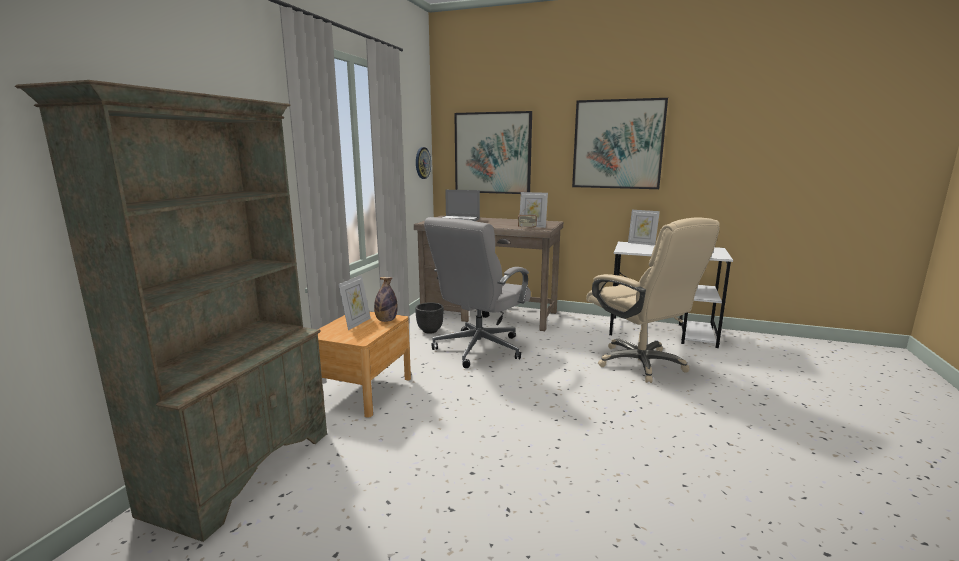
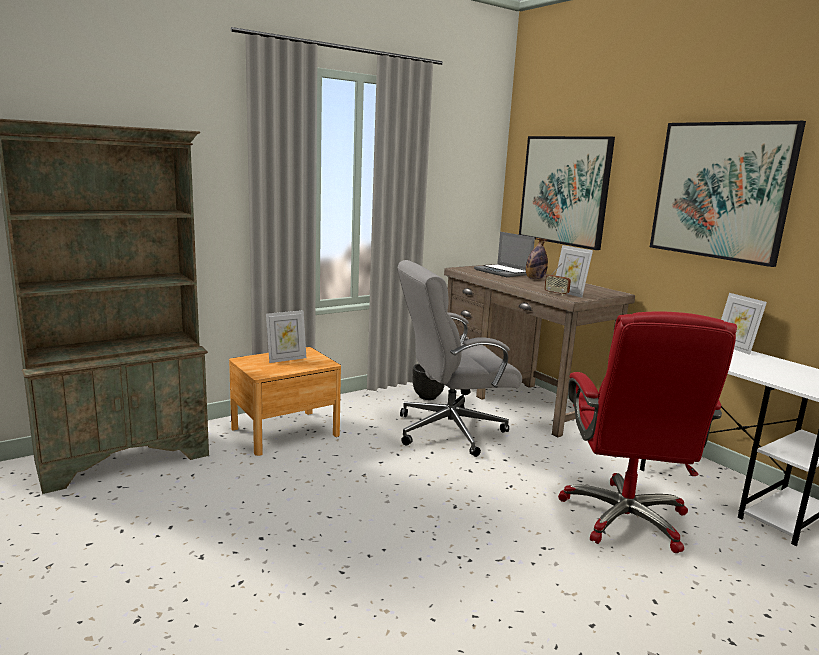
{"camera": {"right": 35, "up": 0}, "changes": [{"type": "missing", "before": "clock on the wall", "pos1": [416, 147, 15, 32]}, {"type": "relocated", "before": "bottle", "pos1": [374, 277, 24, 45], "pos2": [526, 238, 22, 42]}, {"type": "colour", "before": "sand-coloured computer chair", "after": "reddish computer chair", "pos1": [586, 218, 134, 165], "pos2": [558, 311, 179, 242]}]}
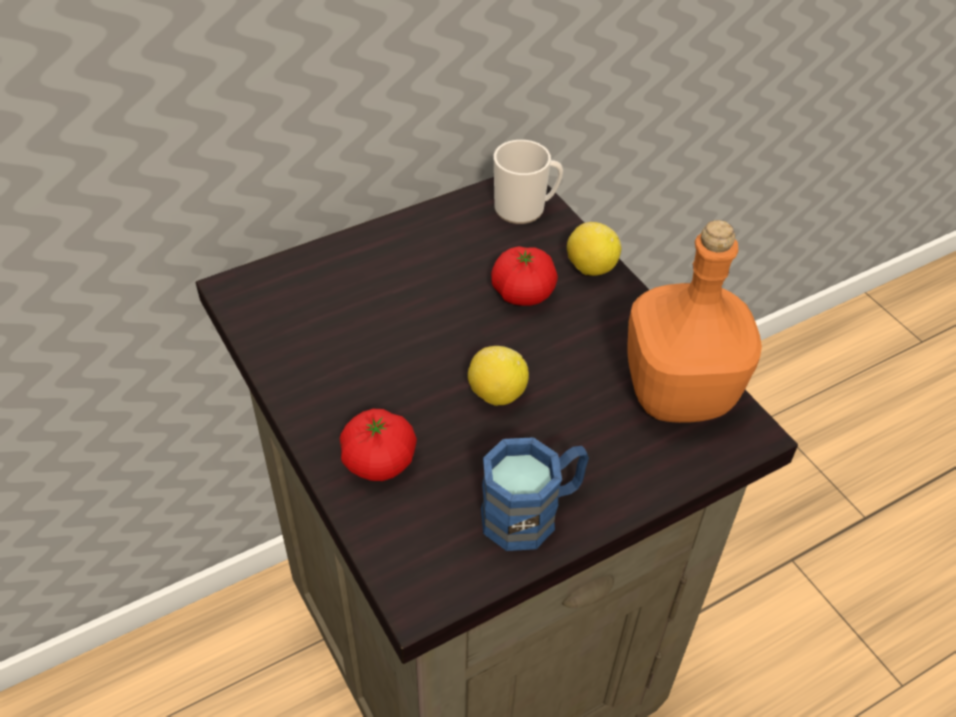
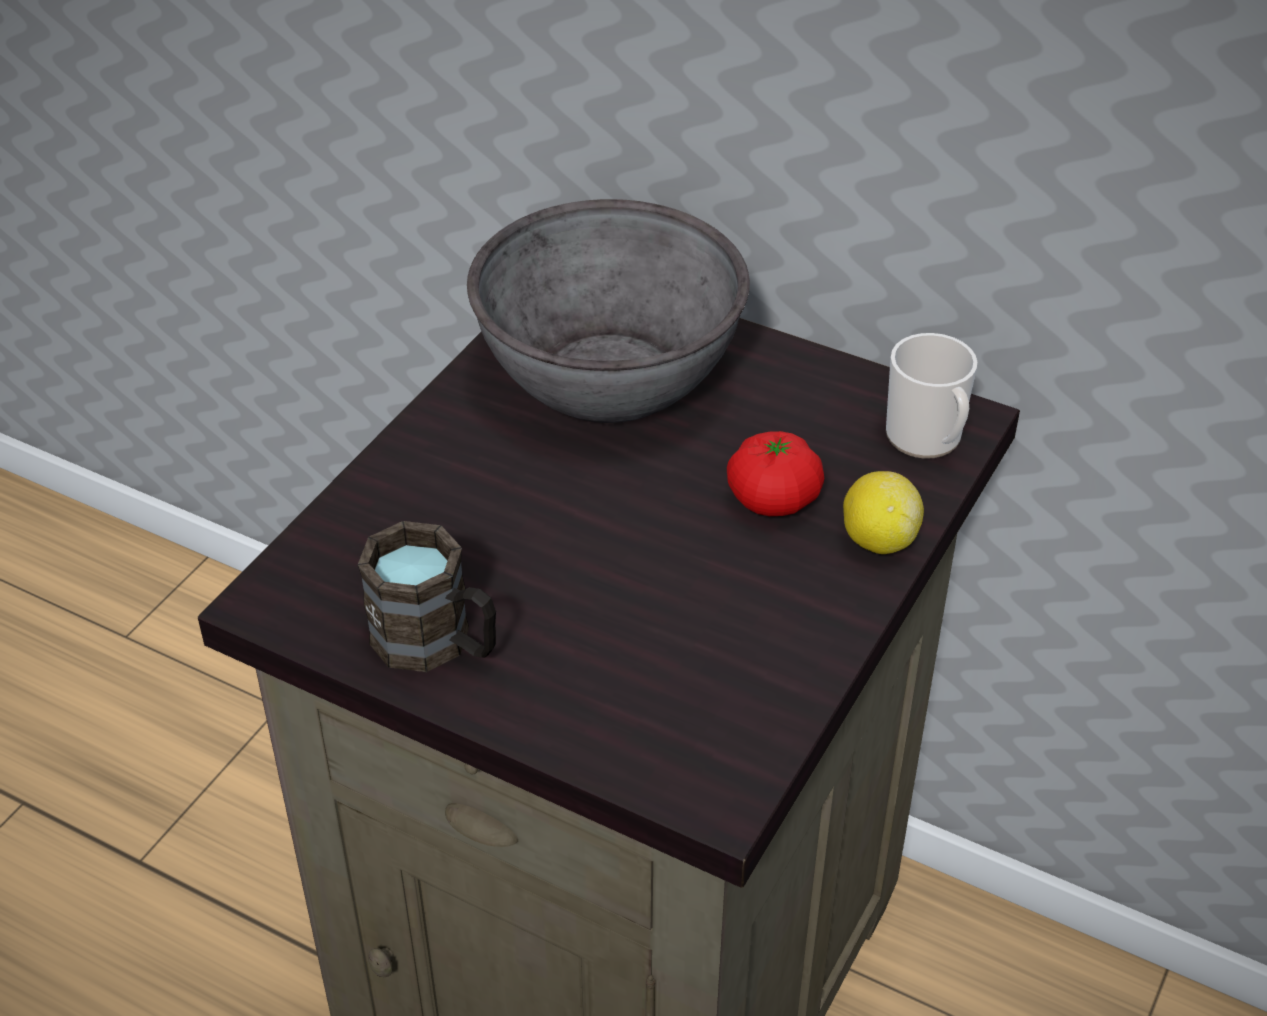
{"camera": {"right": 60, "up": -5}, "changes": [{"type": "missing", "before": "tomato", "pos1": [340, 409, 77, 72]}, {"type": "missing", "before": "citrus fruit", "pos1": [468, 346, 61, 60]}, {"type": "missing", "before": "orange-coloured bottle", "pos1": [627, 220, 135, 203]}, {"type": "appeared", "after": "grey bowl", "pos2": [467, 199, 283, 224]}, {"type": "colour", "before": "blue mug", "after": "brown mug", "pos1": [481, 437, 108, 114], "pos2": [358, 521, 138, 151]}]}
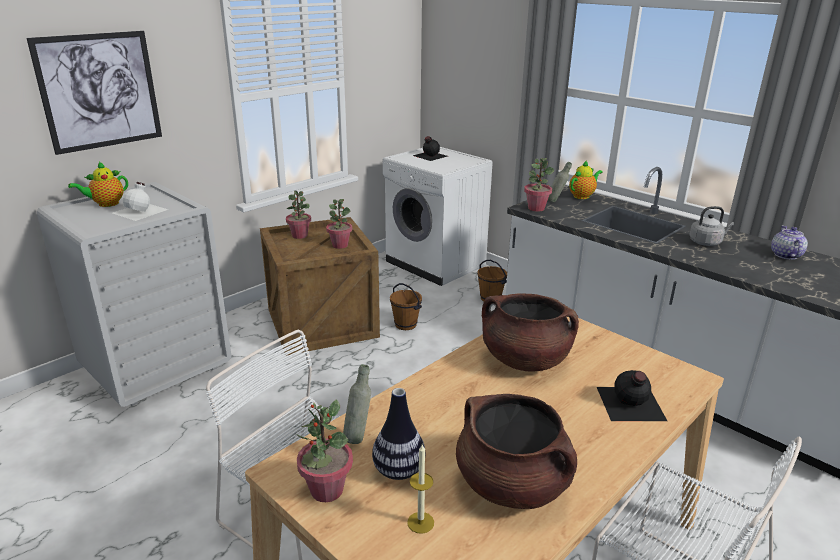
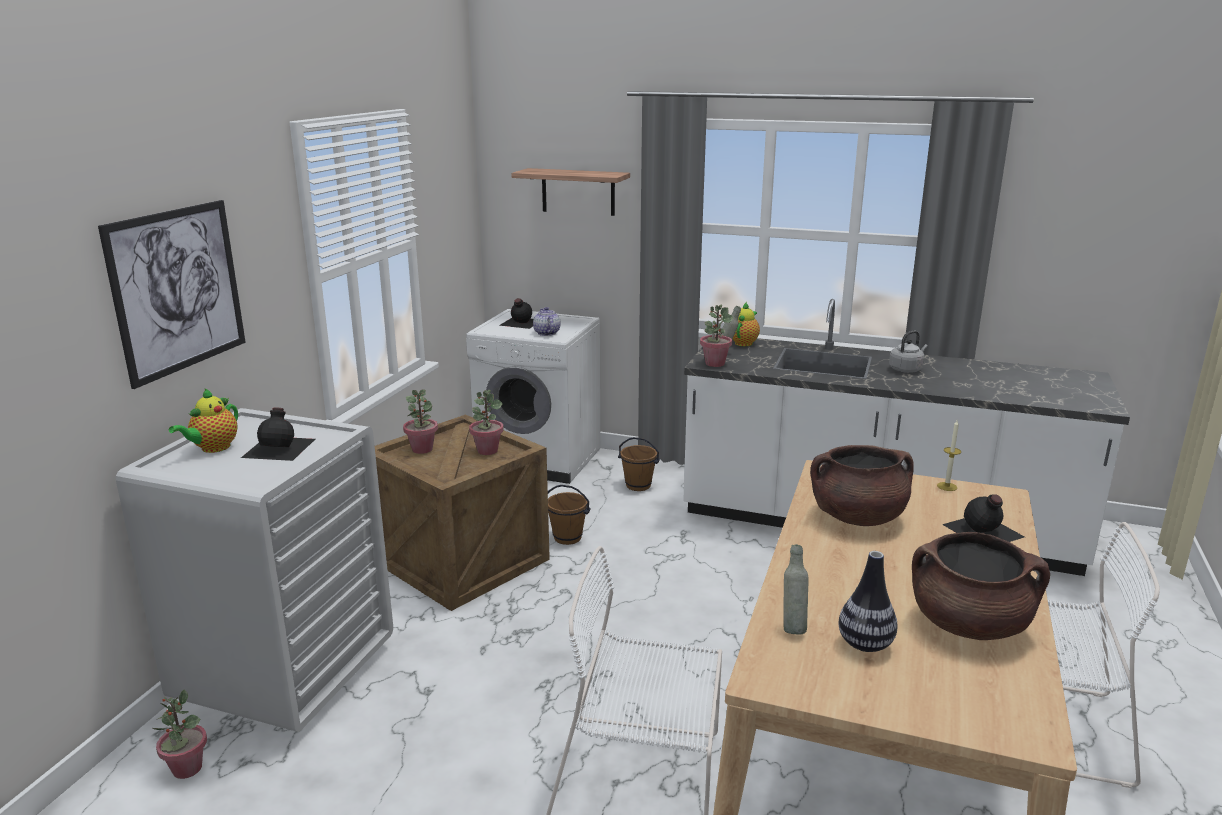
{"camera": {"right": -25, "up": -5}, "changes": [{"type": "appeared", "after": "bracket shelf", "pos2": [511, 168, 119, 48]}, {"type": "relocated", "before": "plant in a pot", "pos1": [296, 400, 57, 102], "pos2": [153, 689, 54, 90]}, {"type": "relocated", "before": "wax light", "pos1": [407, 445, 27, 89], "pos2": [937, 420, 24, 71]}, {"type": "relocated", "before": "pot for tea", "pos1": [771, 225, 37, 35], "pos2": [533, 307, 28, 29]}, {"type": "colour", "before": "white-coloured bottle", "after": "black-coloured bottle", "pos1": [113, 182, 55, 39], "pos2": [241, 407, 74, 54]}]}
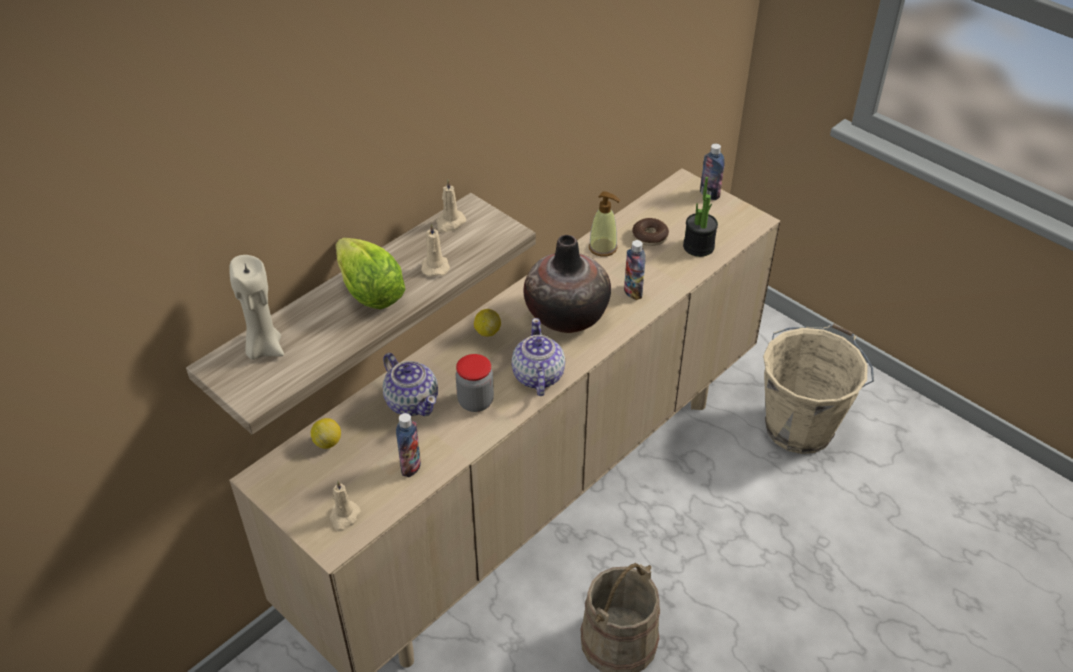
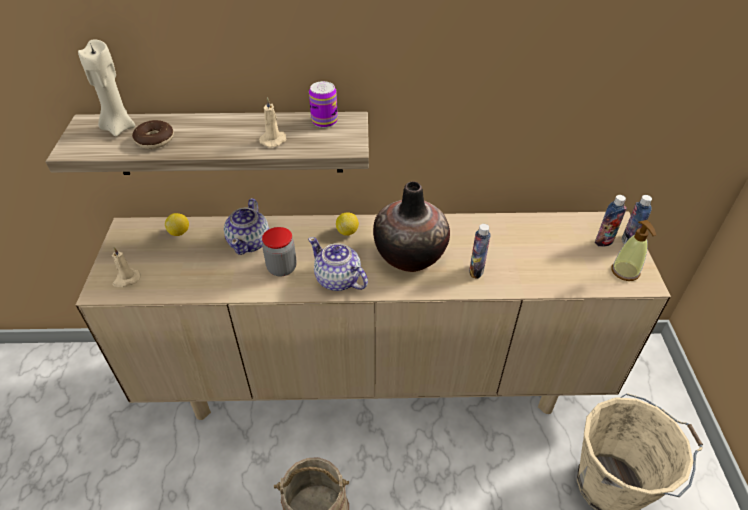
{"camera": {"right": 45, "up": 0}, "changes": [{"type": "missing", "before": "lettuce head", "pos1": [336, 238, 70, 71]}, {"type": "missing", "before": "plant in a pot", "pos1": [683, 177, 35, 80]}, {"type": "relocated", "before": "bottle", "pos1": [396, 413, 25, 64], "pos2": [595, 195, 32, 52]}, {"type": "relocated", "before": "soap dispenser", "pos1": [589, 192, 32, 65], "pos2": [611, 220, 45, 61]}, {"type": "relocated", "before": "donut", "pos1": [632, 218, 37, 28], "pos2": [132, 120, 42, 29]}, {"type": "exchanged", "before": "sand-coloured wax light", "after": "metal can", "pos1": [436, 179, 30, 54], "pos2": [309, 81, 29, 47]}, {"type": "spun", "before": "pot for tea", "pos1": [511, 318, 54, 78], "pos2": [308, 237, 60, 54], "turn": -90}]}
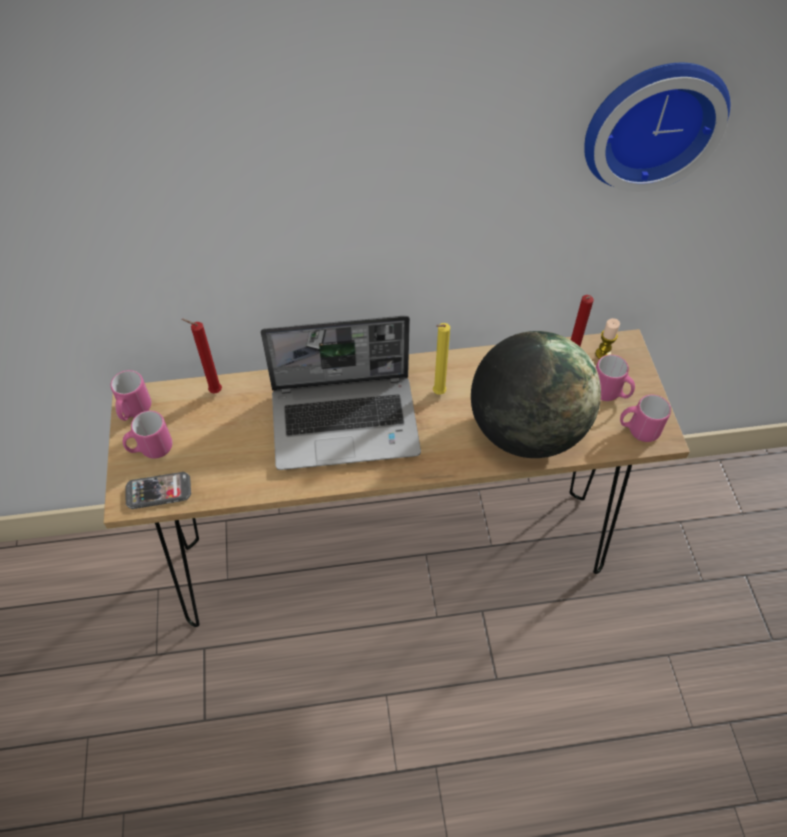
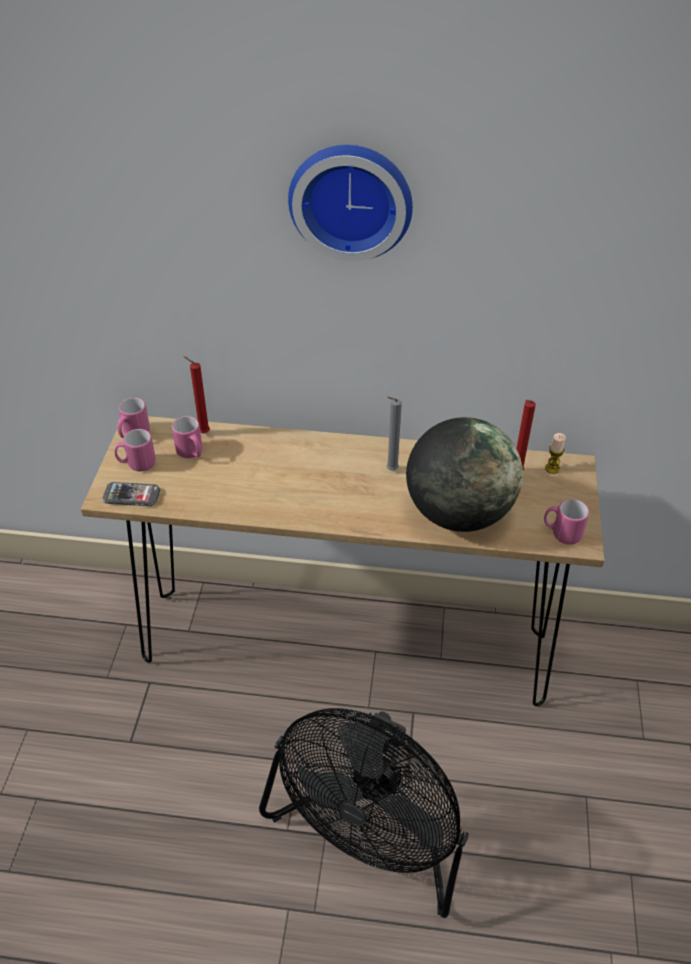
{"camera": {"right": 15, "up": -10}, "changes": [{"type": "missing", "before": "portable computer", "pos1": [261, 316, 160, 154]}, {"type": "appeared", "after": "black-coloured electric fan", "pos2": [259, 708, 210, 210]}, {"type": "relocated", "before": "clock on the wall", "pos1": [584, 63, 146, 129], "pos2": [288, 145, 125, 116]}, {"type": "relocated", "before": "pink mug", "pos1": [596, 355, 39, 46], "pos2": [172, 416, 31, 42]}, {"type": "colour", "before": "yellow wax light", "after": "grey wax light", "pos1": [433, 323, 17, 72], "pos2": [387, 397, 15, 74]}]}
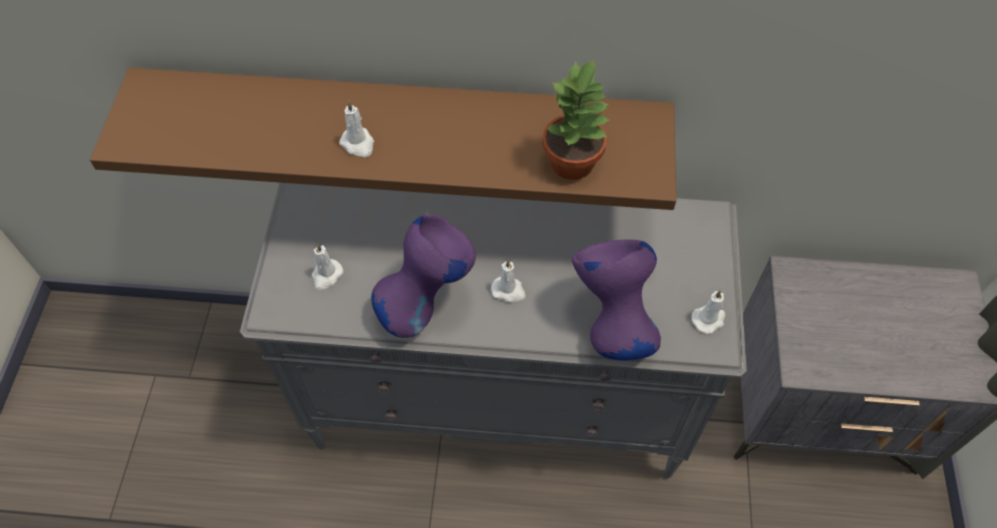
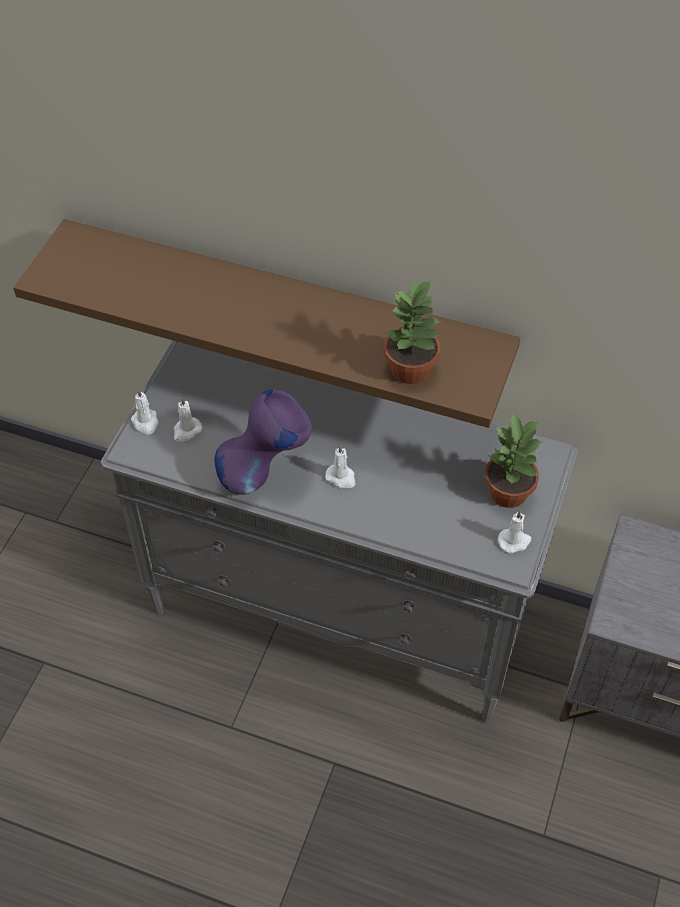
{"camera": {"right": 15, "up": -5}, "changes": [{"type": "missing", "before": "purple vase", "pos1": [572, 240, 89, 120]}, {"type": "appeared", "after": "plant in a pot", "pos2": [485, 413, 58, 95]}, {"type": "relocated", "before": "white-coloured wax light", "pos1": [339, 100, 35, 57], "pos2": [131, 389, 27, 46]}]}
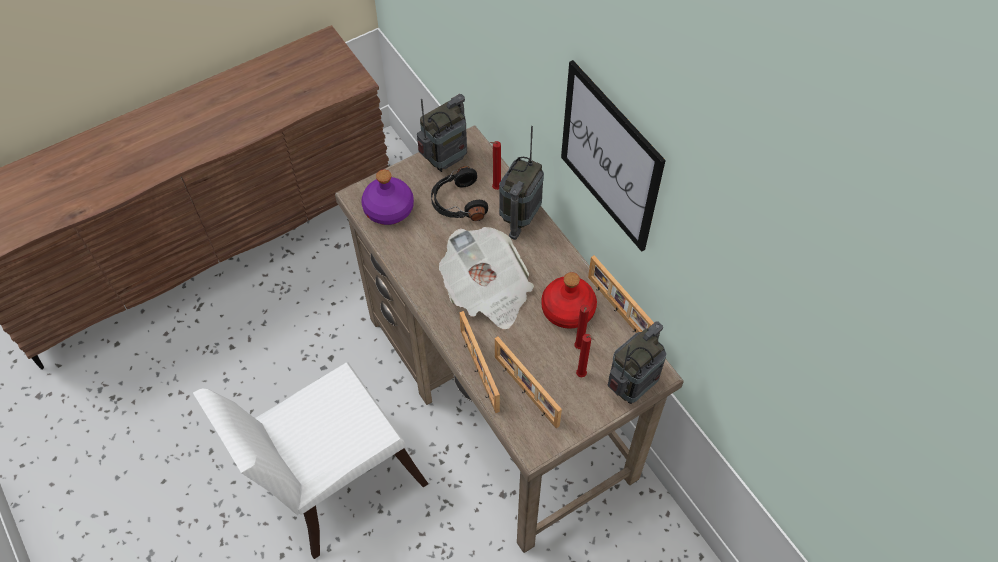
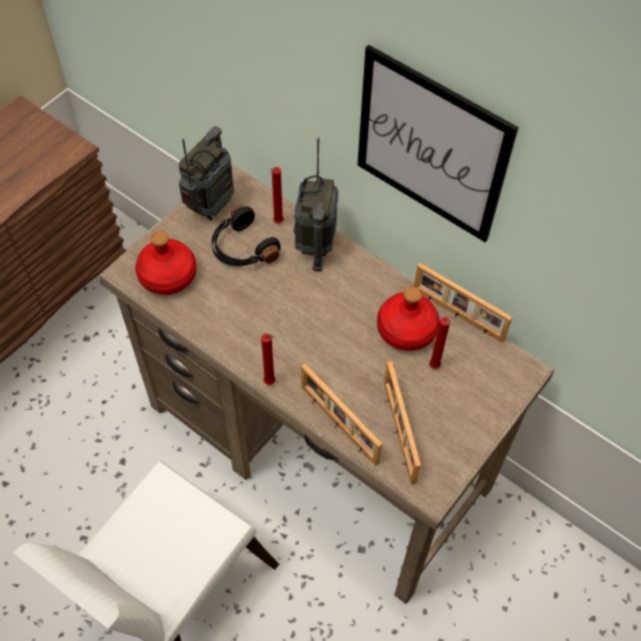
{"camera": {"right": -20, "up": 0}, "changes": [{"type": "missing", "before": "daily paper", "pos1": [439, 227, 95, 102]}, {"type": "missing", "before": "radio set", "pos1": [608, 321, 59, 83]}, {"type": "relocated", "before": "reddish wax light", "pos1": [576, 334, 18, 43], "pos2": [261, 334, 14, 51]}, {"type": "colour", "before": "purple bottle", "after": "reddish bottle", "pos1": [361, 170, 53, 55], "pos2": [135, 231, 62, 64]}, {"type": "spun", "before": "photo frame", "pos1": [495, 337, 67, 92], "pos2": [384, 361, 37, 124], "turn": 45}]}
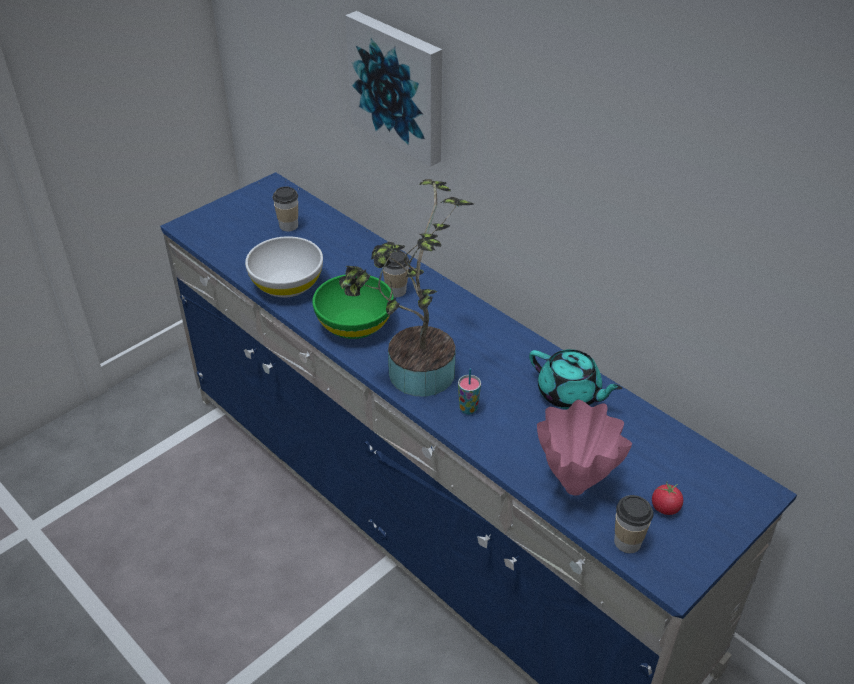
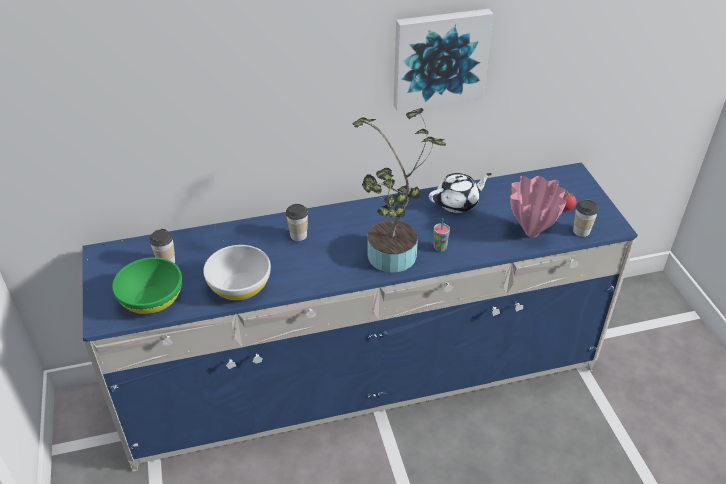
{"camera": {"right": -60, "up": 0}, "changes": [{"type": "relocated", "before": "green bowl", "pos1": [312, 275, 82, 64], "pos2": [112, 257, 70, 57]}, {"type": "relocated", "before": "wall picture", "pos1": [345, 11, 97, 156], "pos2": [394, 9, 100, 102]}, {"type": "colour", "before": "turquoise-coloured pot for tea", "after": "white-coloured pot for tea", "pos1": [529, 349, 93, 60], "pos2": [429, 173, 62, 40]}]}
